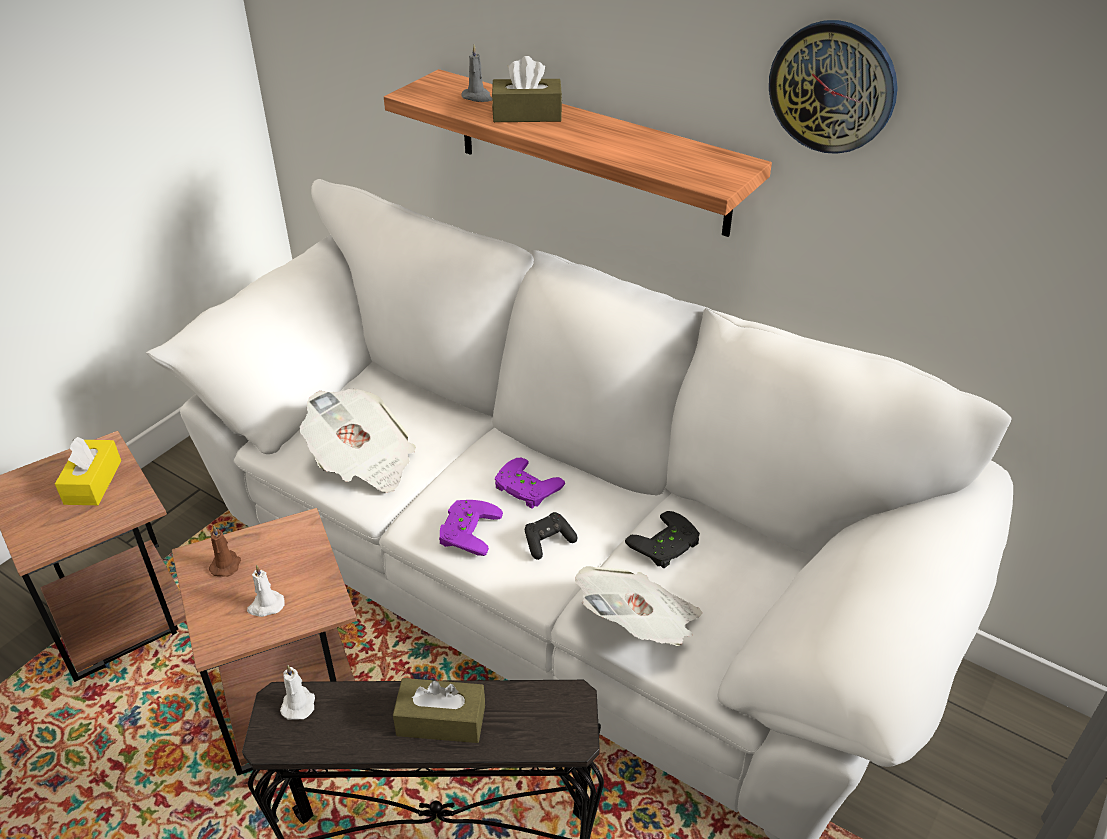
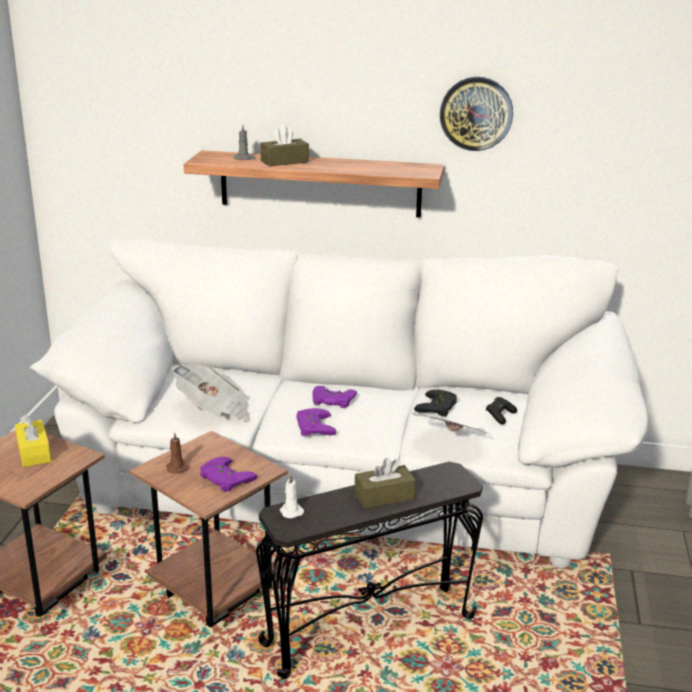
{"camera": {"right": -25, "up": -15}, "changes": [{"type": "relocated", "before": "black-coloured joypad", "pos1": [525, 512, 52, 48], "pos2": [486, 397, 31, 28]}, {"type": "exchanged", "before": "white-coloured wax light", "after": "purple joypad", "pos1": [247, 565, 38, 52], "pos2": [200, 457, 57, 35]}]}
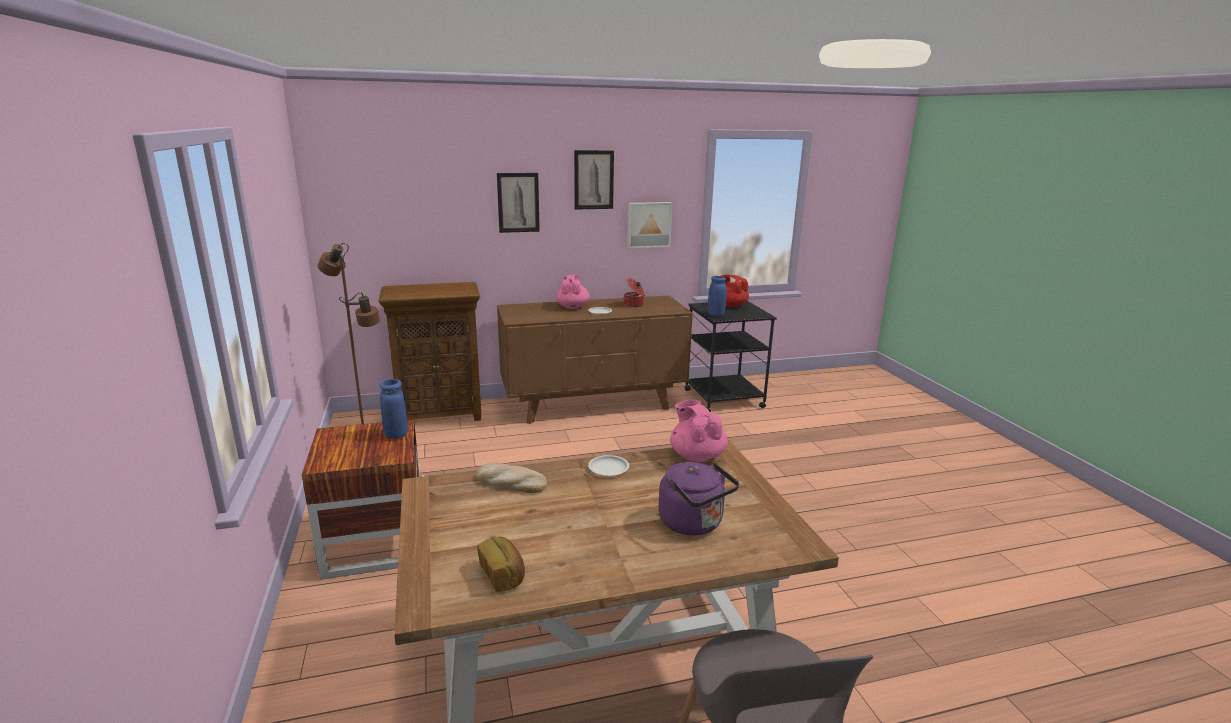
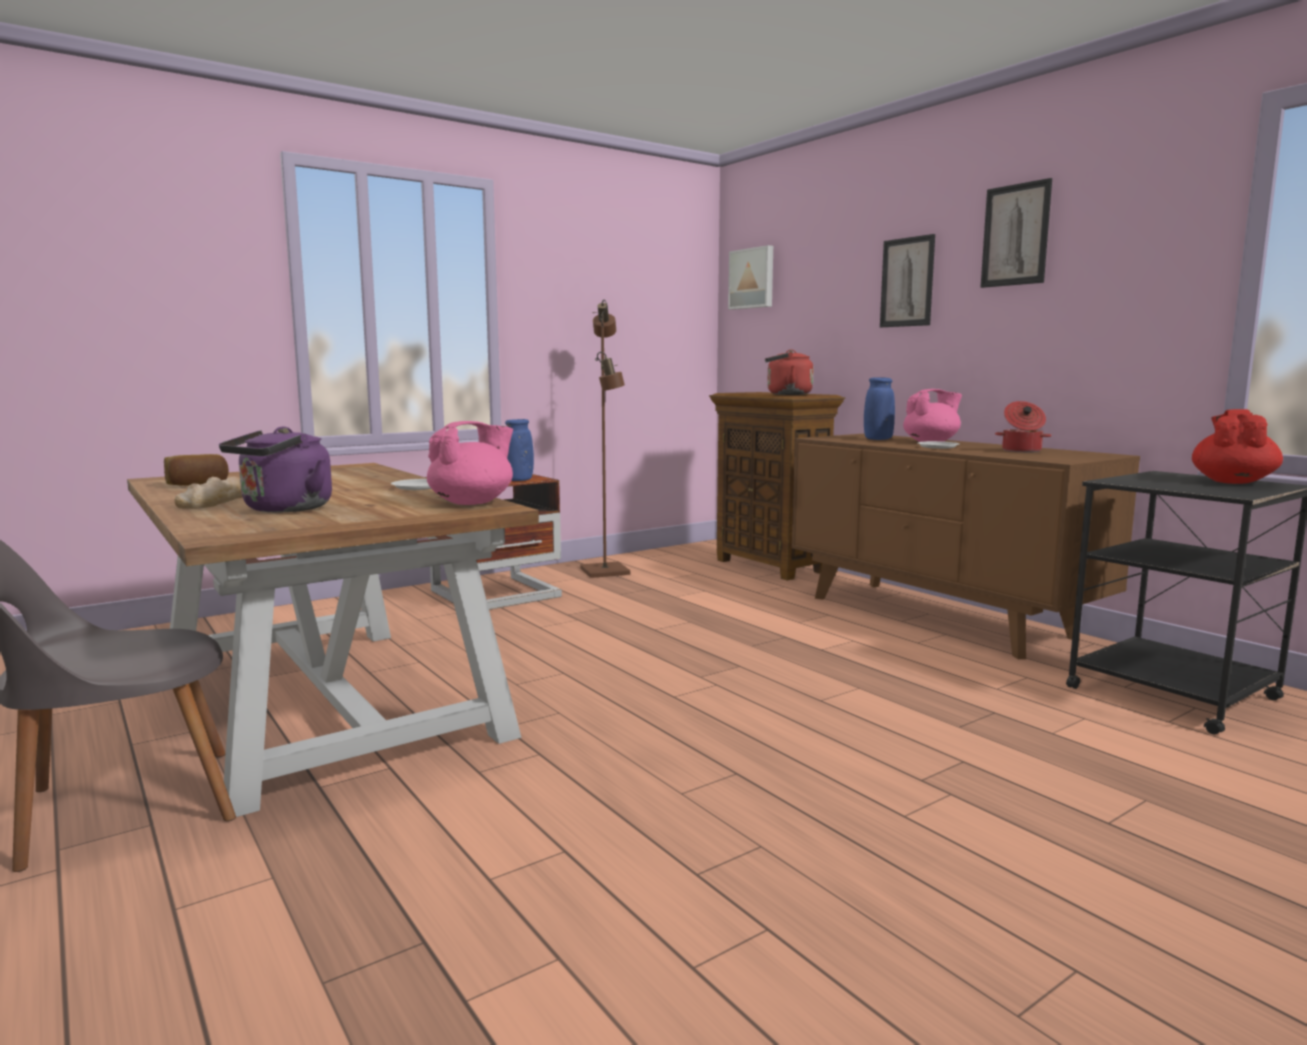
{"camera": {"right": 70, "up": -10}, "changes": [{"type": "appeared", "after": "reddish water kettle", "pos2": [765, 350, 49, 45]}, {"type": "relocated", "before": "baked bread", "pos1": [476, 462, 71, 31], "pos2": [174, 477, 69, 32]}, {"type": "relocated", "before": "wall picture", "pos1": [627, 202, 45, 46], "pos2": [728, 245, 45, 65]}, {"type": "relocated", "before": "blue vase", "pos1": [708, 276, 19, 40], "pos2": [864, 377, 31, 63]}]}
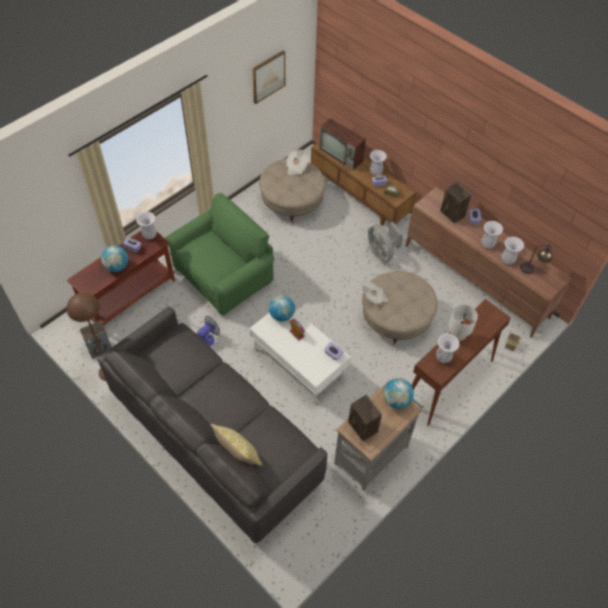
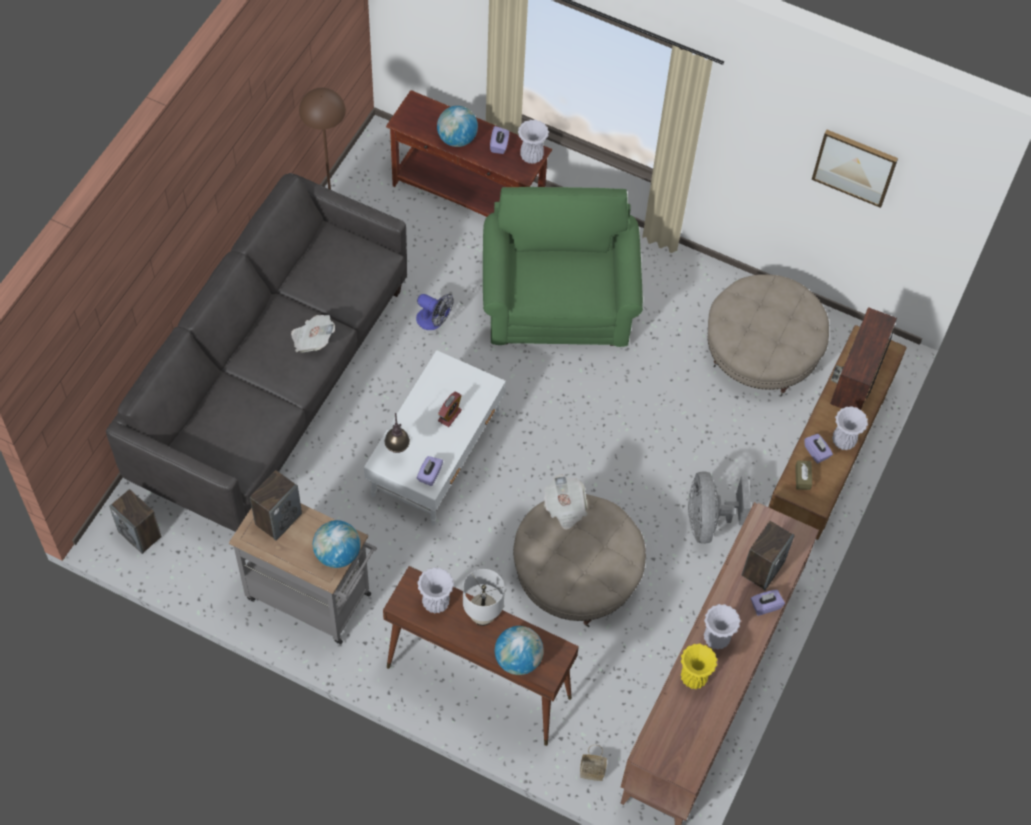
{"camera": {"right": 70, "up": 5}, "changes": [{"type": "missing", "before": "pillow", "pos1": [211, 424, 51, 42]}, {"type": "relocated", "before": "audio speaker", "pos1": [80, 321, 32, 38], "pos2": [109, 489, 53, 65]}, {"type": "relocated", "before": "desk globe", "pos1": [269, 295, 26, 26], "pos2": [495, 626, 49, 49]}, {"type": "relocated", "before": "daily paper", "pos1": [286, 150, 23, 25], "pos2": [291, 315, 44, 37]}, {"type": "relocated", "before": "lamp for a table", "pos1": [520, 243, 33, 31], "pos2": [385, 413, 25, 40]}, {"type": "colour", "before": "white-coloured vase", "after": "yellow vase", "pos1": [501, 236, 23, 28], "pos2": [681, 643, 36, 46]}, {"type": "spun", "before": "green easy chair", "pos1": [165, 193, 109, 123], "pos2": [483, 187, 160, 160], "turn": -120}, {"type": "spun", "before": "grey electric fan", "pos1": [368, 222, 35, 41], "pos2": [688, 471, 63, 73], "turn": -45}]}
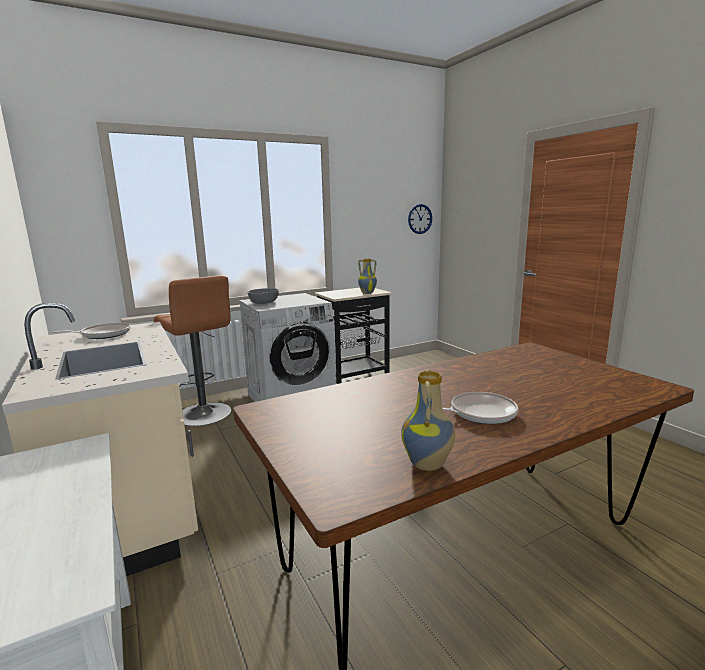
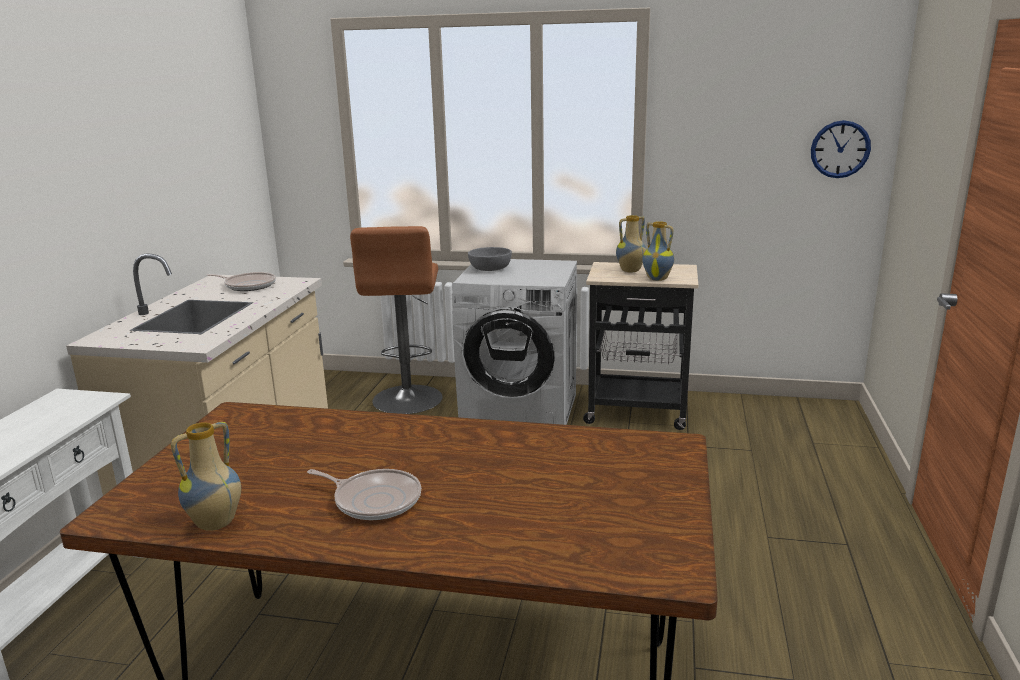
{"camera": {"right": 40, "up": 5}, "changes": [{"type": "appeared", "after": "vase", "pos2": [616, 215, 30, 58]}]}
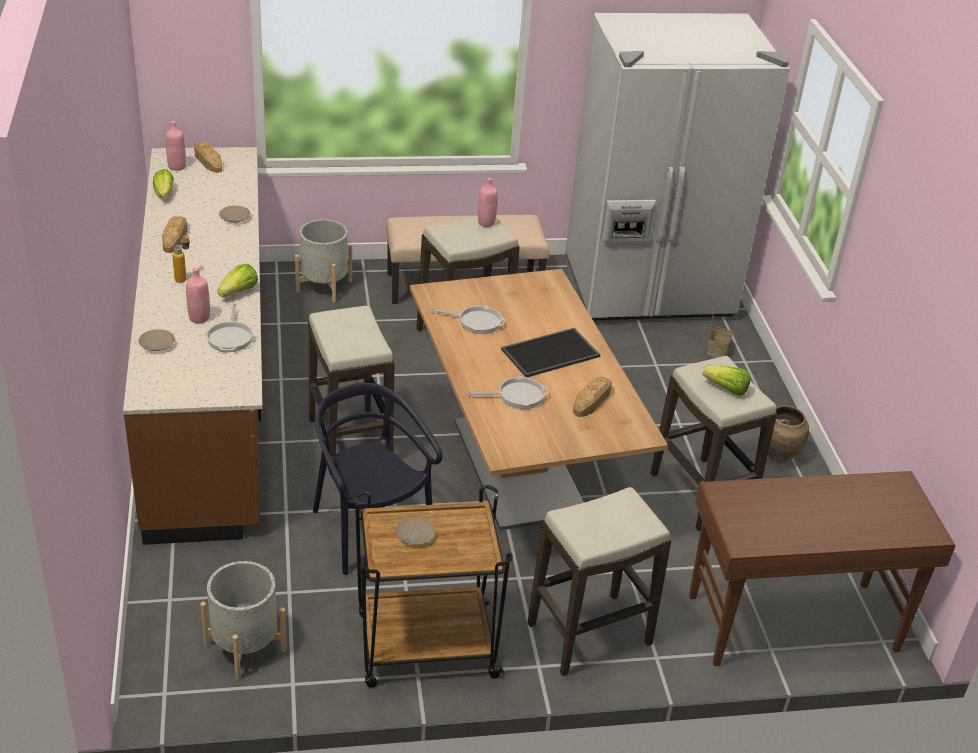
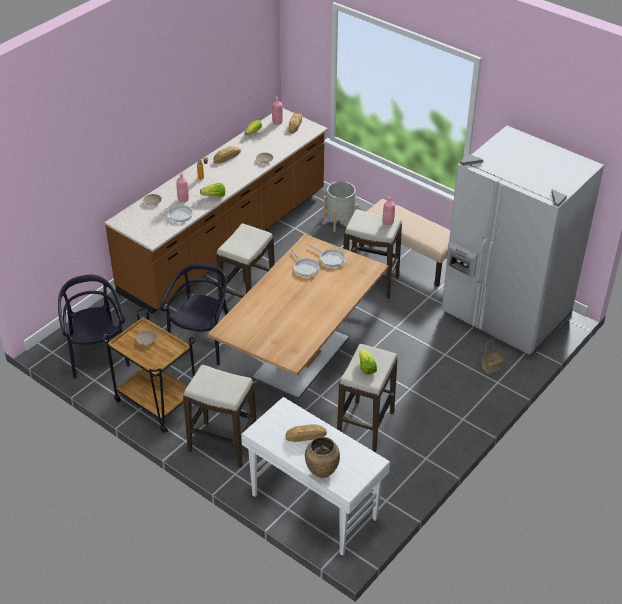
{"camera": {"right": 50, "up": 5}, "changes": [{"type": "missing", "before": "serving tray", "pos1": [501, 328, 99, 49]}, {"type": "relocated", "before": "skillet", "pos1": [467, 376, 81, 33], "pos2": [309, 245, 37, 22]}, {"type": "relocated", "before": "baked bread", "pos1": [573, 377, 39, 40], "pos2": [285, 424, 42, 18]}, {"type": "relocated", "before": "brown vase", "pos1": [768, 405, 41, 58], "pos2": [305, 437, 35, 41]}, {"type": "exchanged", "before": "grey planter", "after": "black-coloured upright chair", "pos1": [200, 561, 87, 119], "pos2": [58, 275, 72, 104]}, {"type": "colour", "before": "brown narrow table", "after": "white-coloured narrow table", "pos1": [689, 471, 267, 195], "pos2": [241, 397, 149, 159]}]}
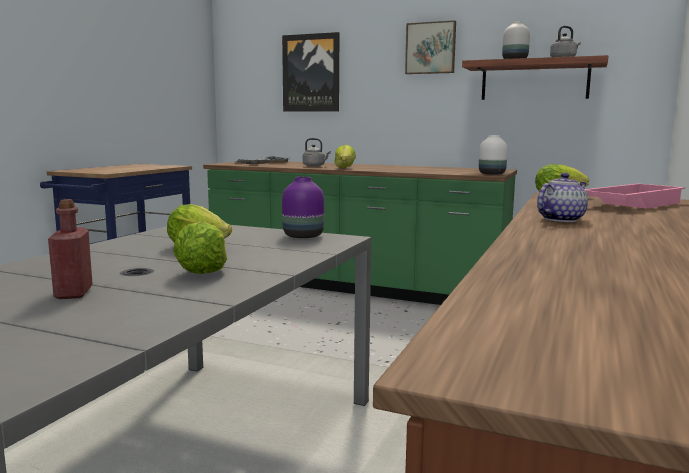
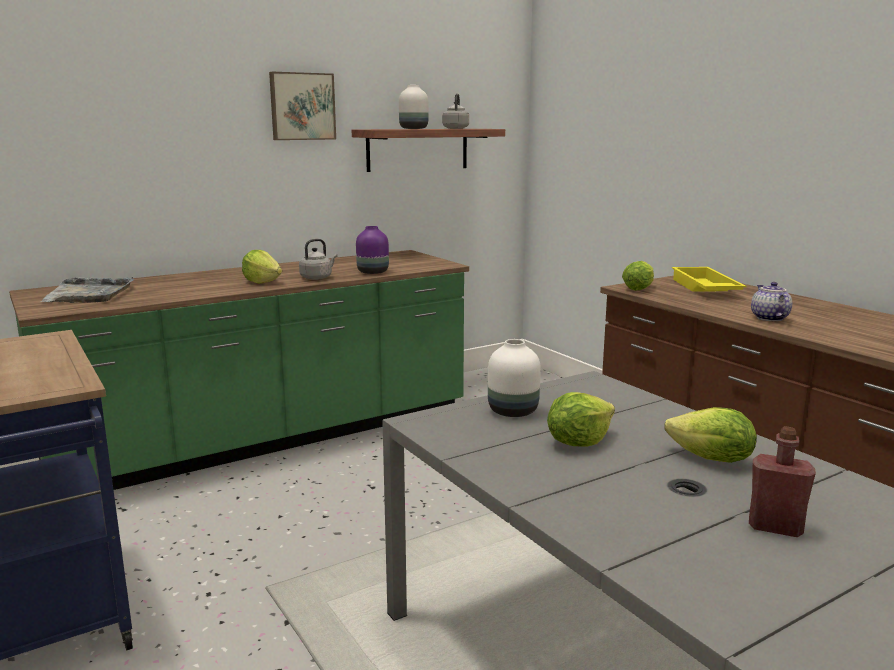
{"camera": {"right": -55, "up": 5}, "changes": [{"type": "missing", "before": "wall picture", "pos1": [282, 32, 57, 79]}, {"type": "relocated", "before": "purple vase", "pos1": [282, 177, 42, 61], "pos2": [356, 226, 33, 48]}, {"type": "relocated", "before": "grey water kettle", "pos1": [303, 138, 28, 29], "pos2": [299, 239, 38, 41]}, {"type": "relocated", "before": "white-coloured vase", "pos1": [479, 135, 29, 40], "pos2": [488, 339, 53, 78]}, {"type": "colour", "before": "pink serving tray", "after": "yellow serving tray", "pos1": [585, 184, 100, 25], "pos2": [672, 267, 74, 25]}]}
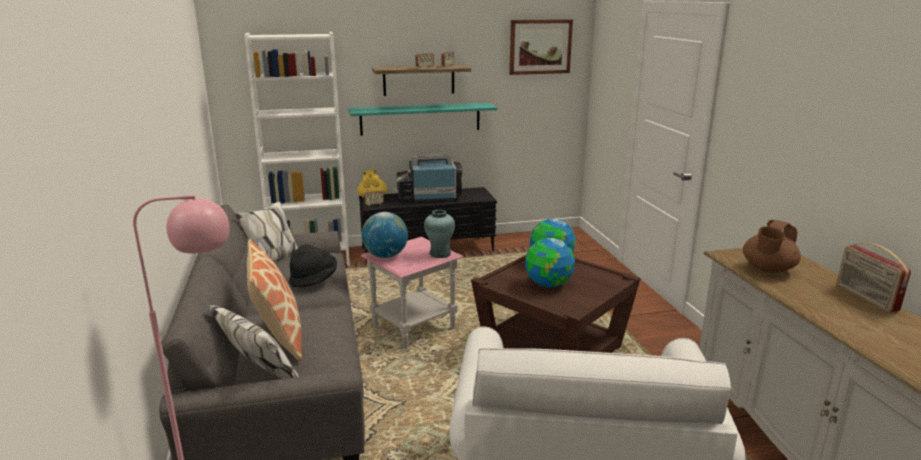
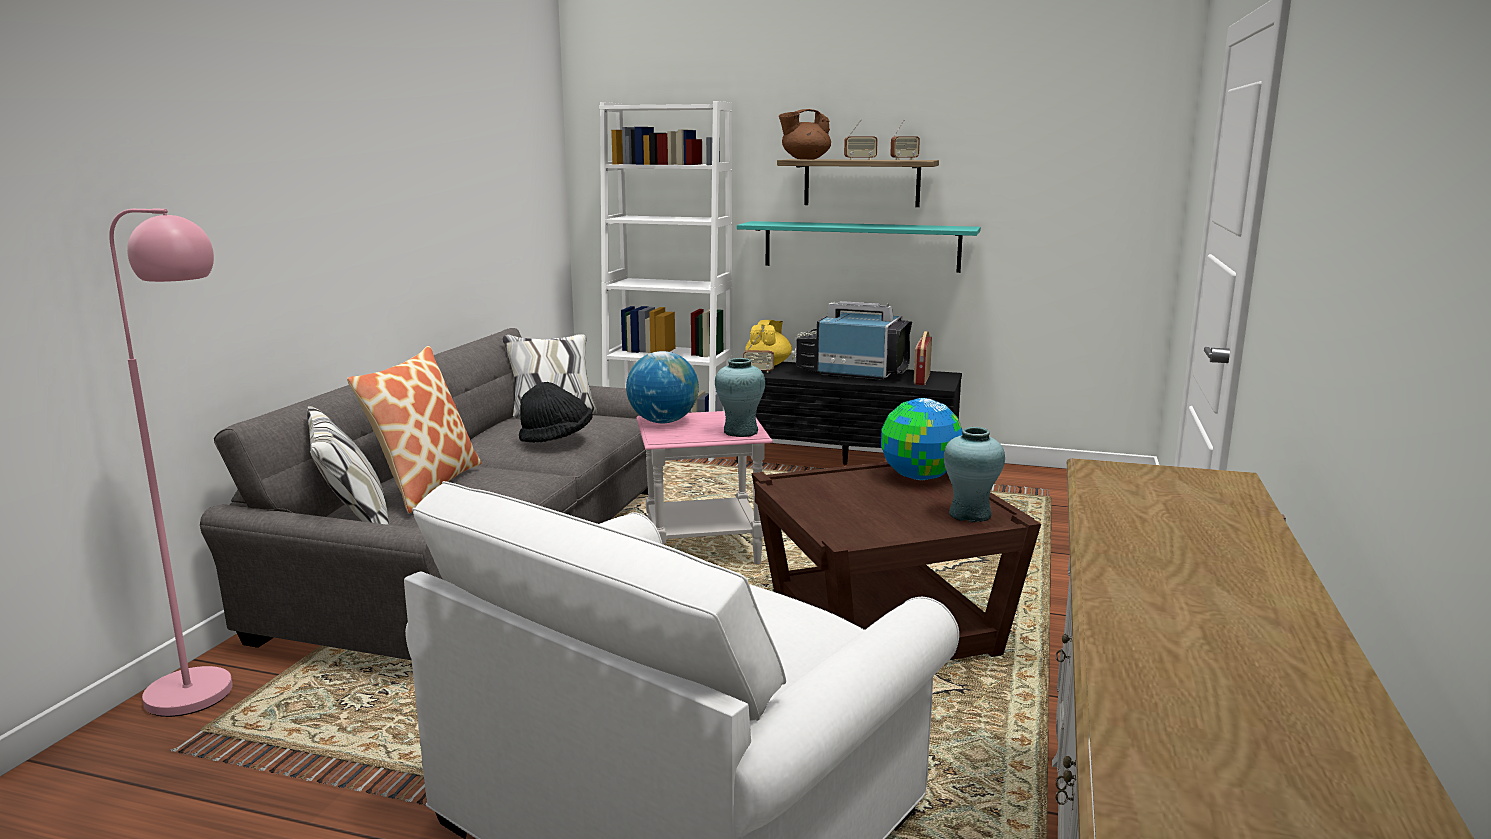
{"camera": {"right": 30, "up": -5}, "changes": [{"type": "missing", "before": "wall picture", "pos1": [509, 19, 64, 56]}, {"type": "missing", "before": "desk globe", "pos1": [525, 238, 50, 49]}, {"type": "appeared", "after": "turquoise-coloured vase", "pos2": [944, 427, 61, 95]}, {"type": "relocated", "before": "brown pot for tea", "pos1": [743, 220, 58, 53], "pos2": [779, 109, 52, 50]}, {"type": "relocated", "before": "radio set", "pos1": [837, 243, 74, 69], "pos2": [914, 331, 18, 54]}]}
